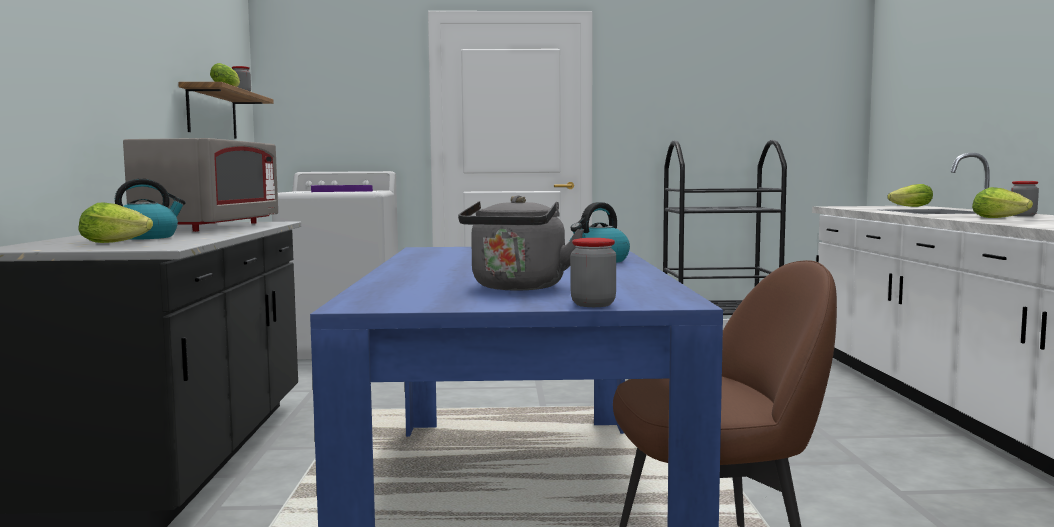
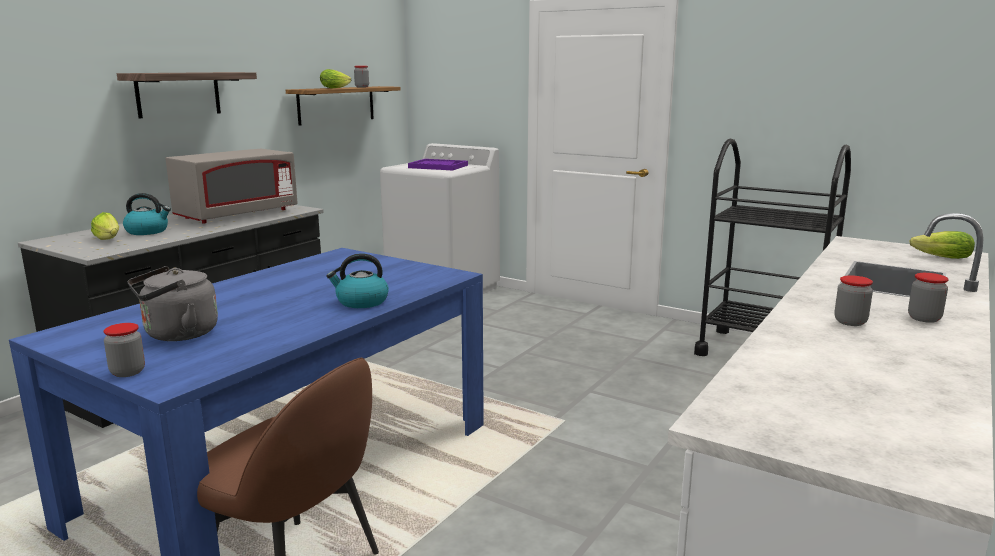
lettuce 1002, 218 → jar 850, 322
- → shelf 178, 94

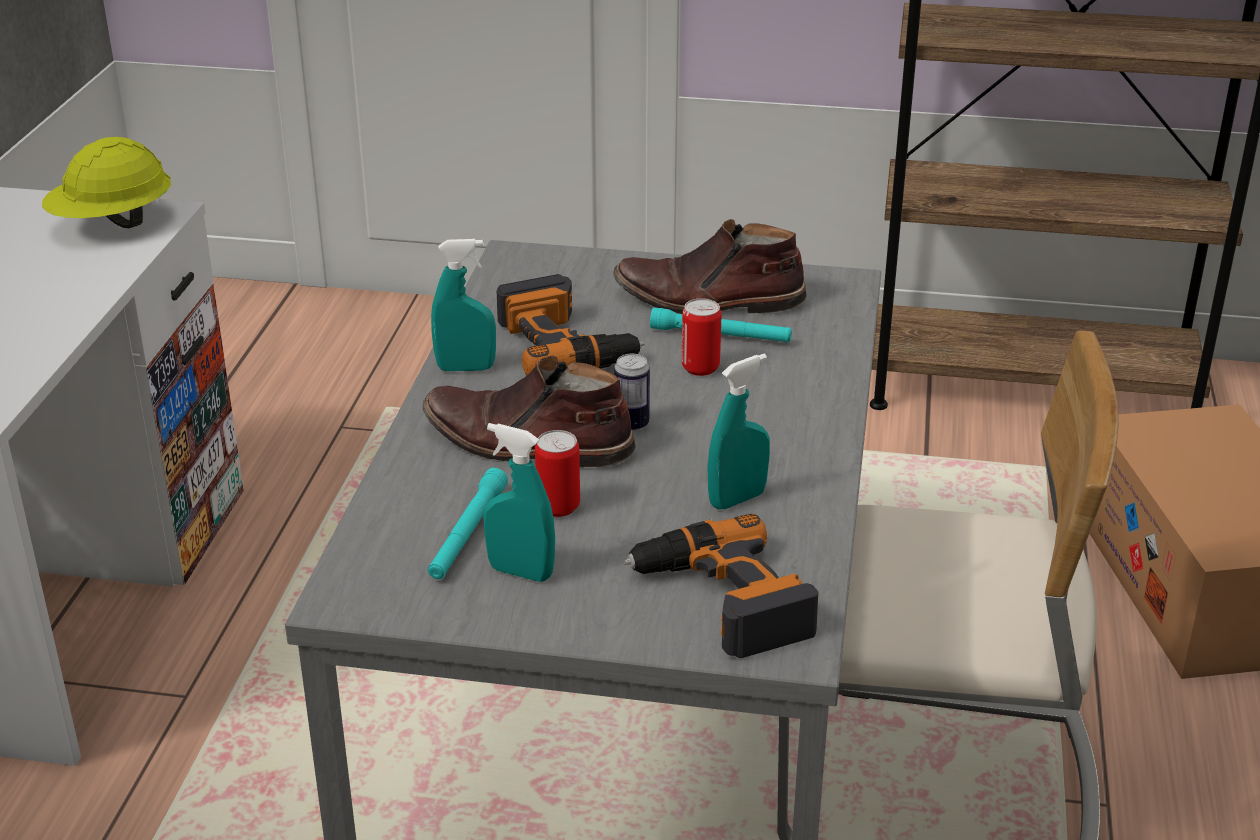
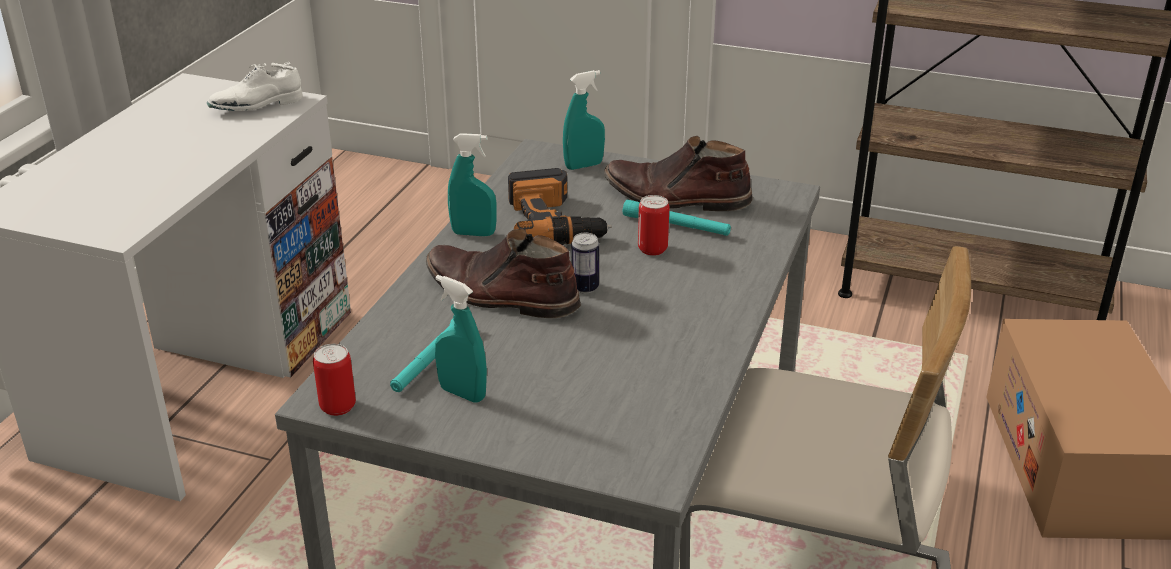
yellow hard hat 113, 224 → white shoe 256, 106
turquoise spray bottle 737, 499 → turquoise spray bottle 583, 166, shifted
can 558, 507 → can 338, 407, shifted
power drill 721, 601 → -

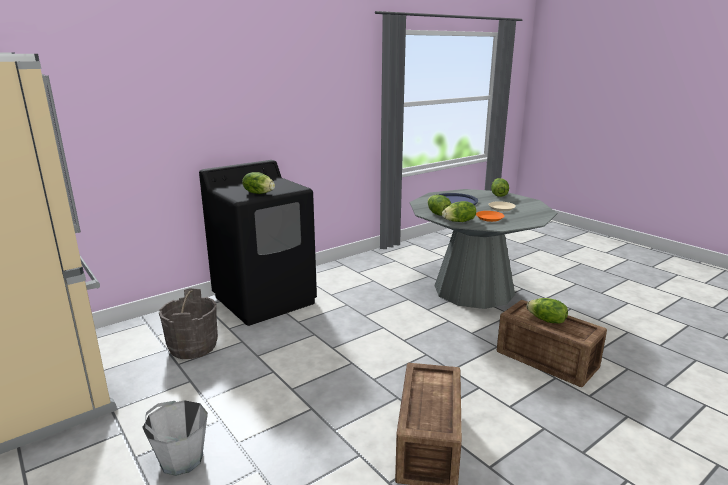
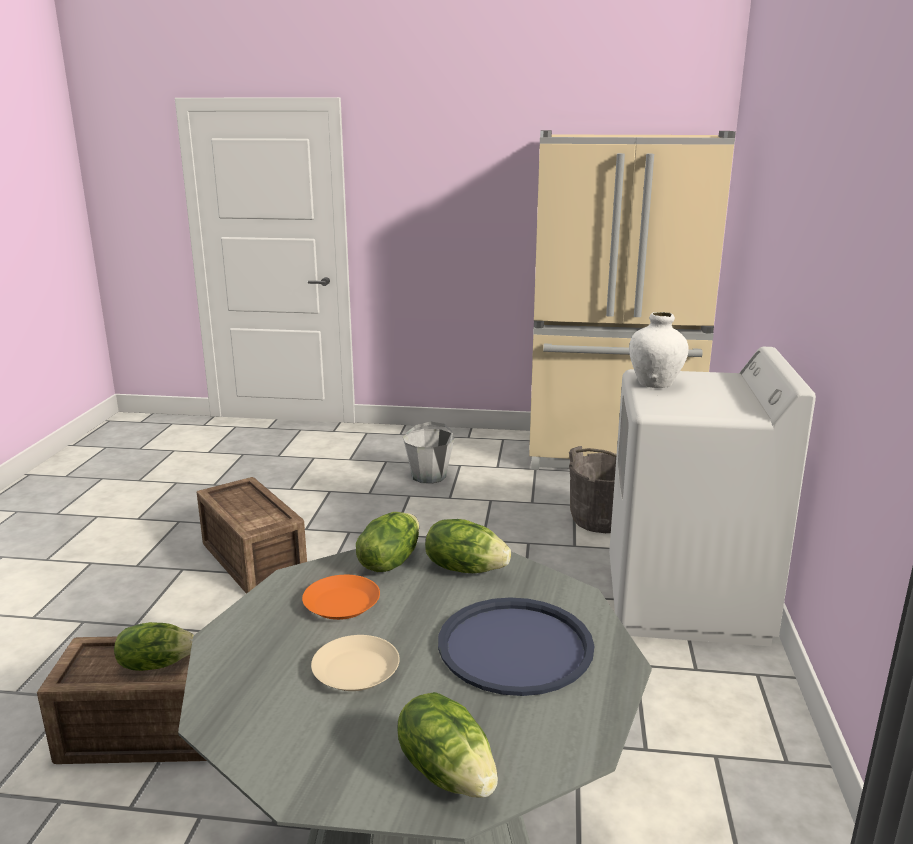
black washing machine 265, 299 → white washing machine 686, 600
lettuce 259, 193 → white vase 655, 384

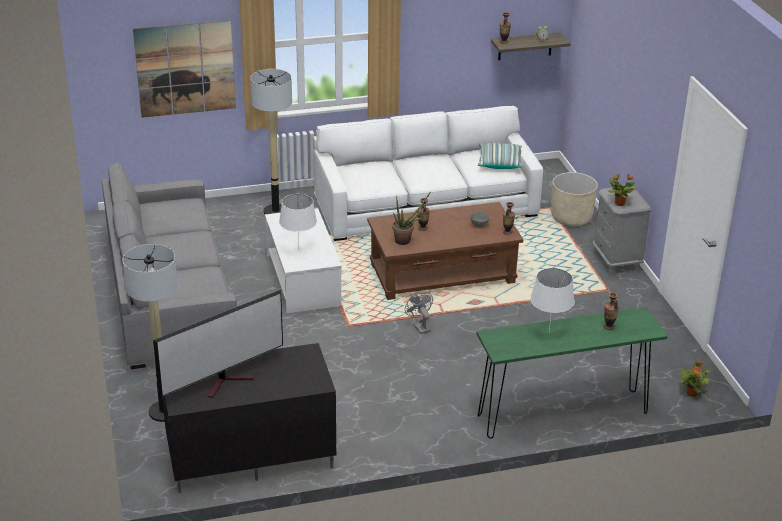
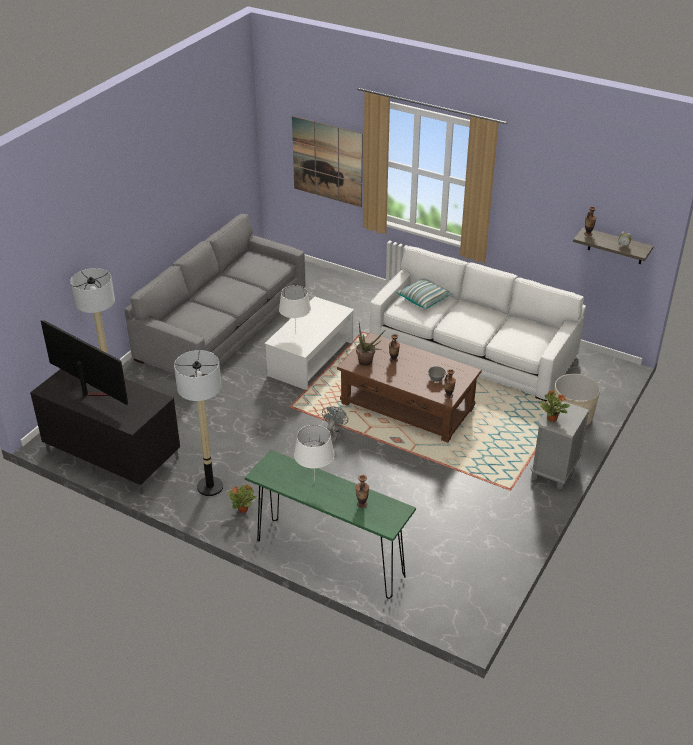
floor lamp 275, 211 → floor lamp 210, 487, shifted
pillow 499, 163 → pillow 424, 299, shifted
television 227, 381 → television 89, 391, 150 degrees counterclockwise
potted plant 692, 393 → potted plant 243, 509, shifted

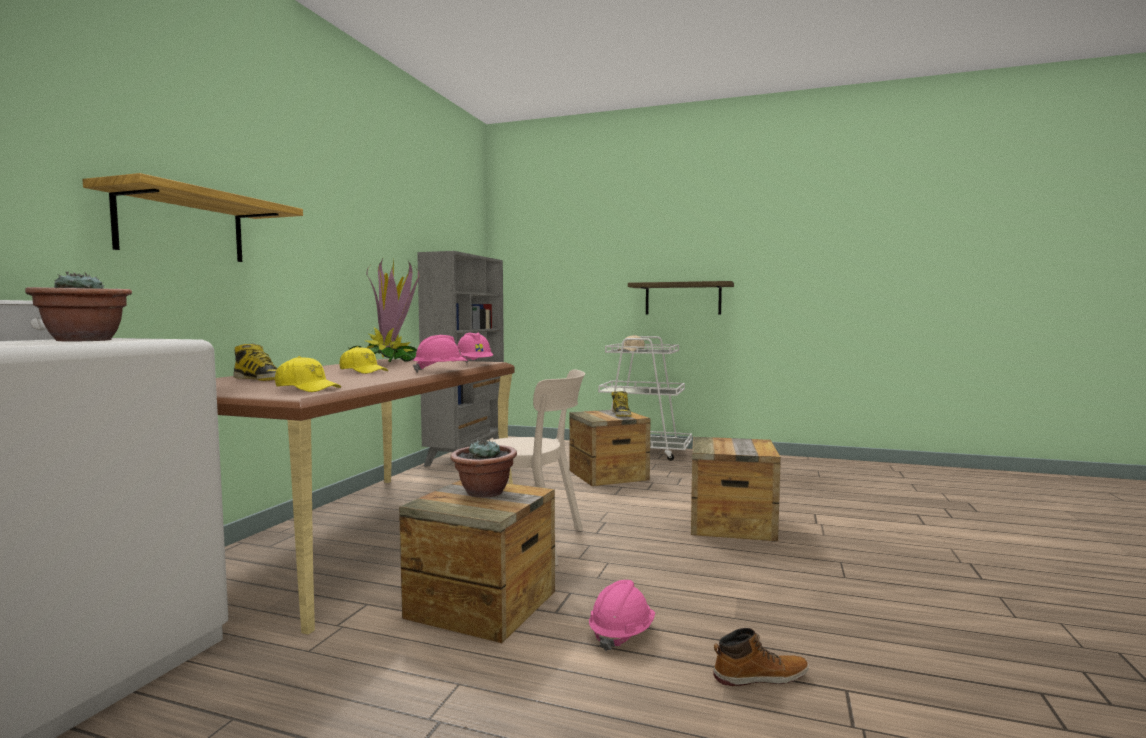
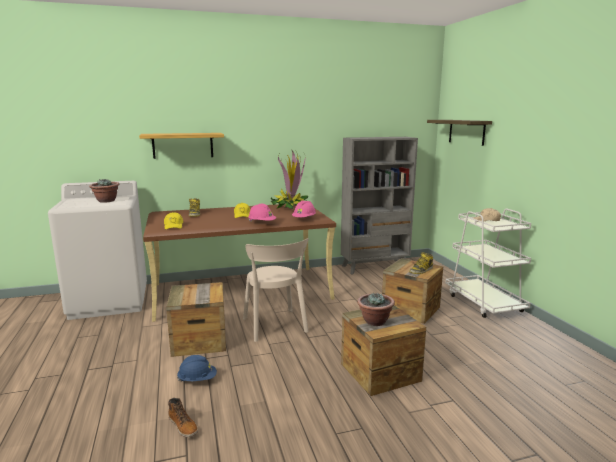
shelf 683, 298 → shelf 466, 132, shifted
potted plant 484, 492 → potted plant 374, 321, shifted
pink hard hat 621, 634 → blue hard hat 197, 379

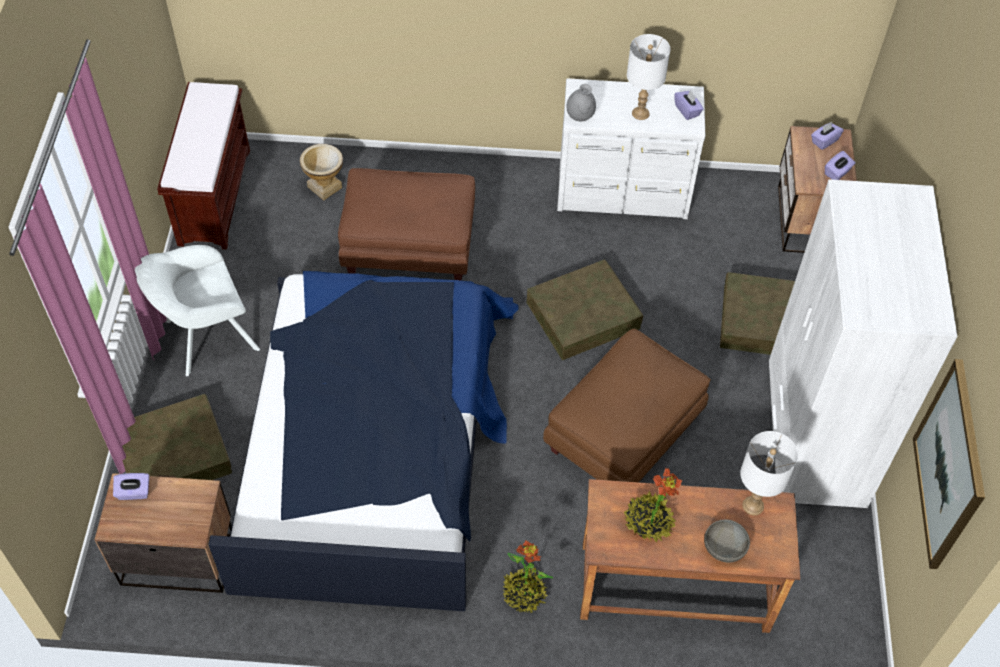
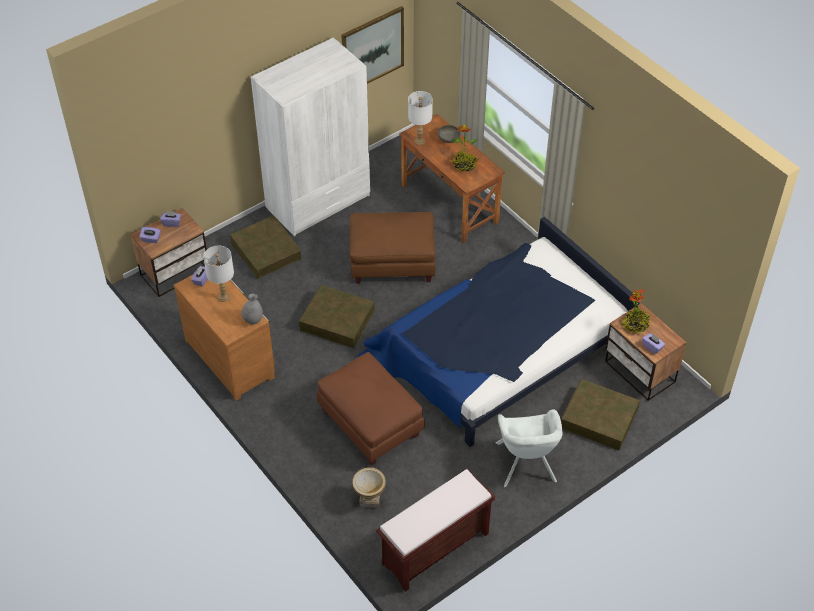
white dresser 623, 194 → brown dresser 231, 357
white armchair 206, 337 → white armchair 526, 465, 60 degrees clockwise
potted plant 524, 594 → potted plant 635, 325, shifted

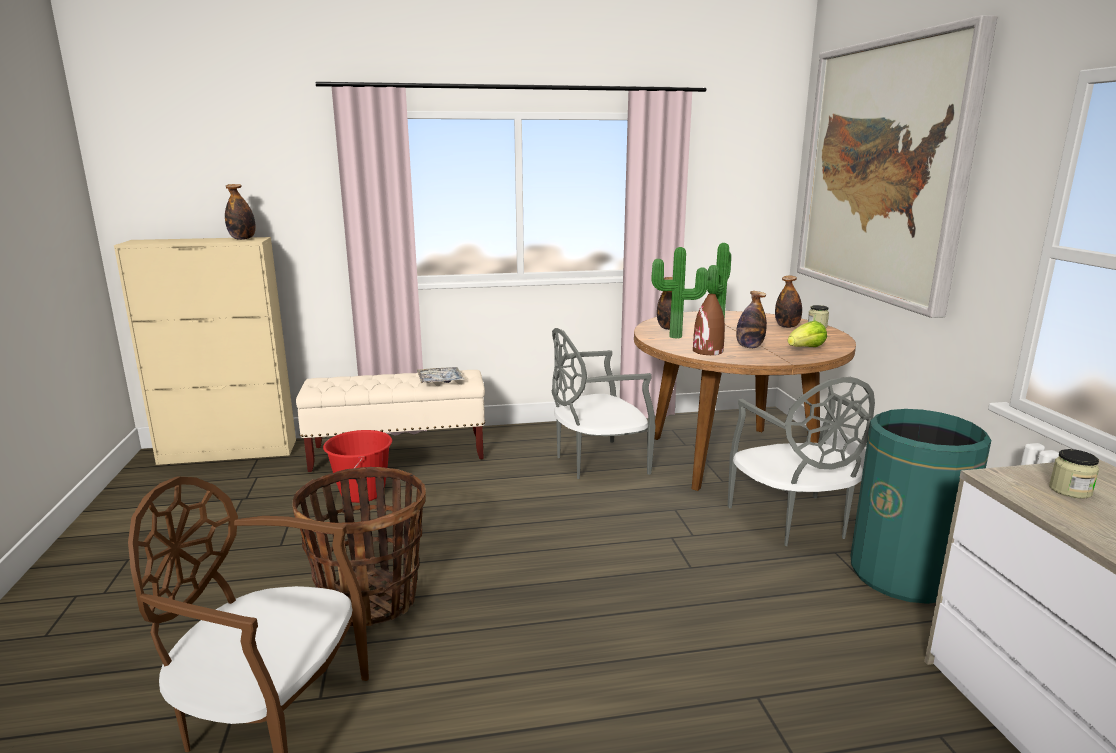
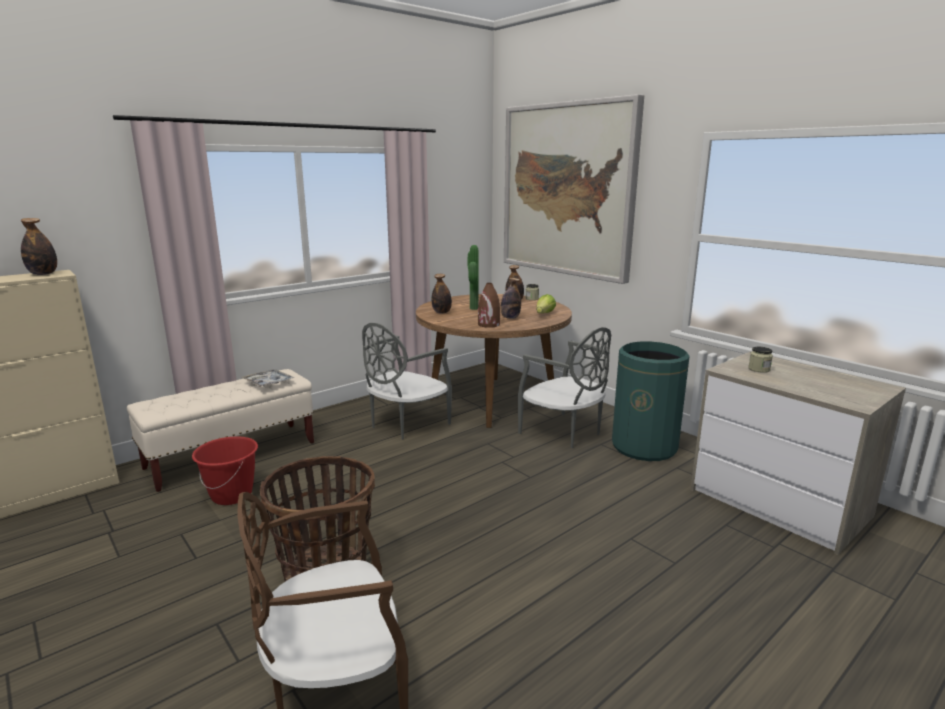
potted plant 676, 337 → -

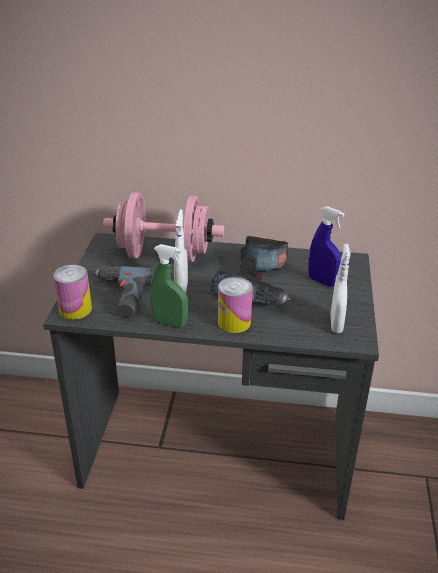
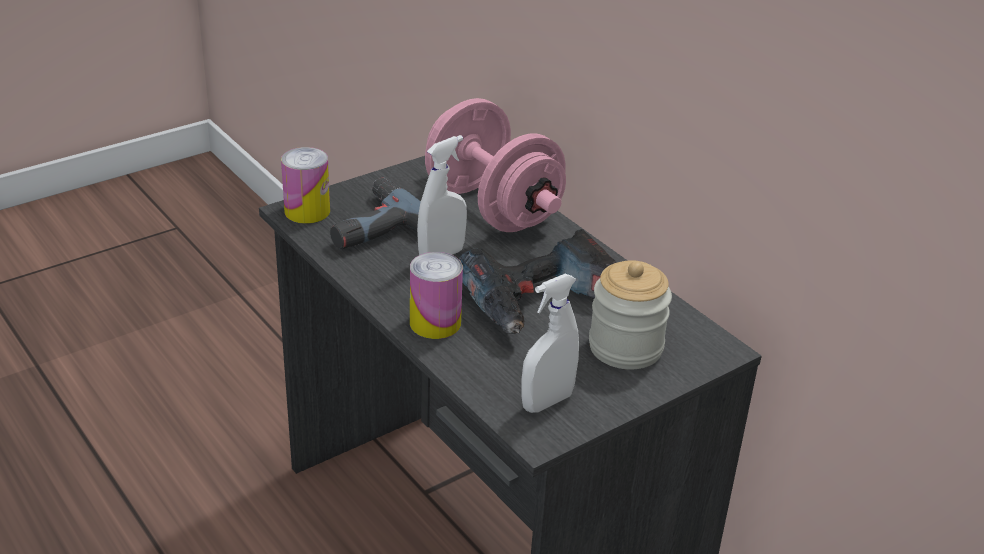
blue spray bottle 322, 281 → jar 625, 347
green spray bottle 169, 323 → -

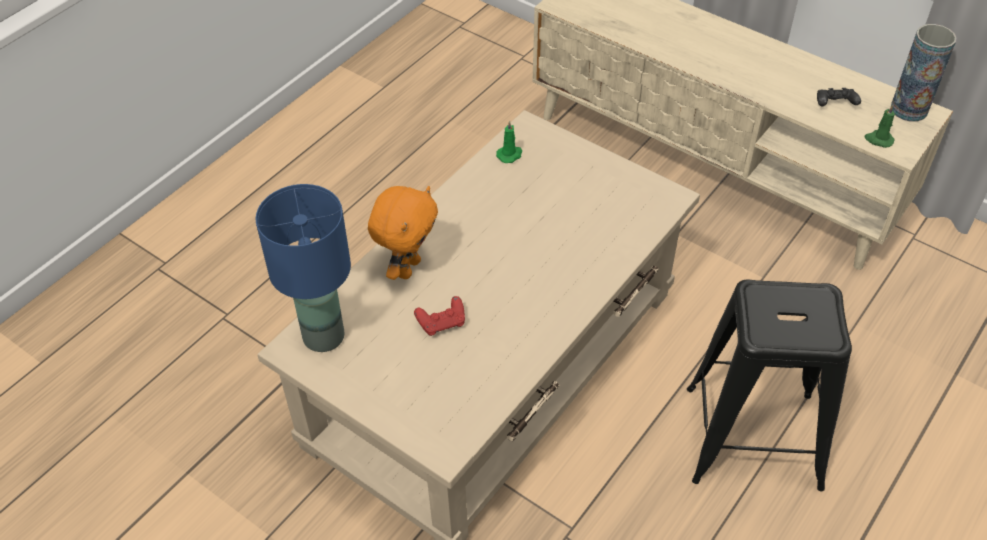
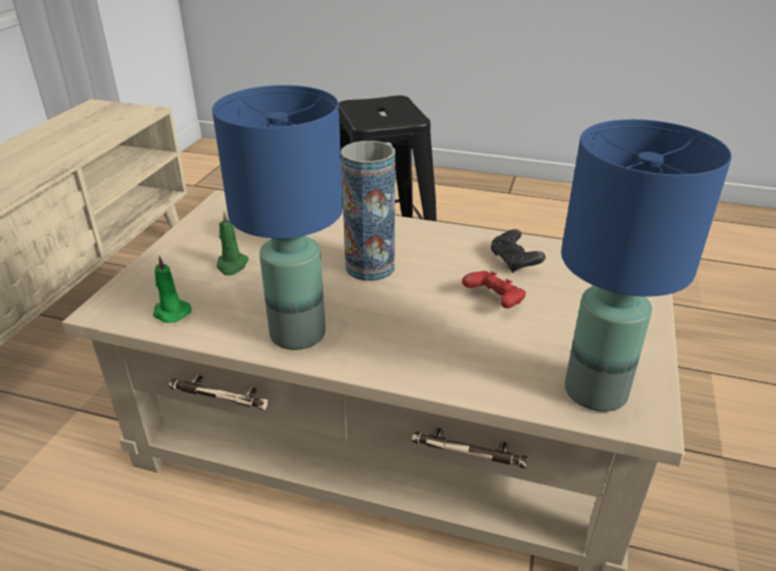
vase 909, 109 → vase 370, 267, shifted
black game controller 834, 105 → black game controller 514, 262, shifted
green candle 878, 140 → green candle 232, 265, shifted
orange plush toy 407, 268 → -
- → blue table lamp 296, 333

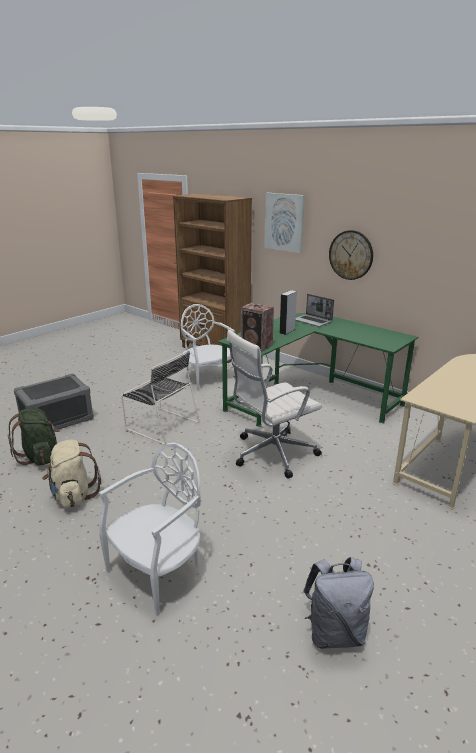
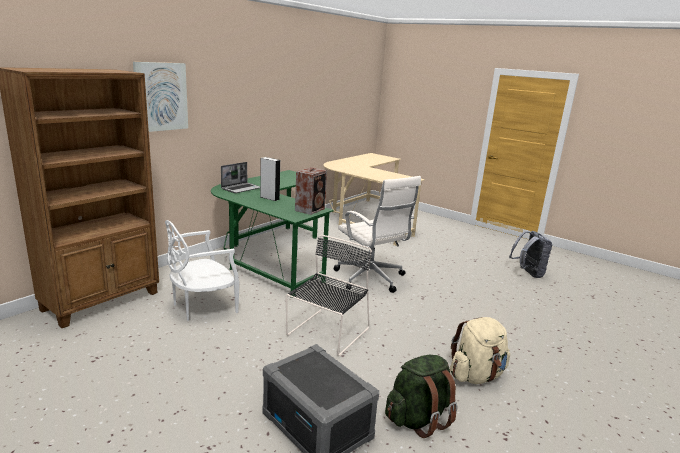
wall clock 351, 255 → -
white chair 158, 572 → -

